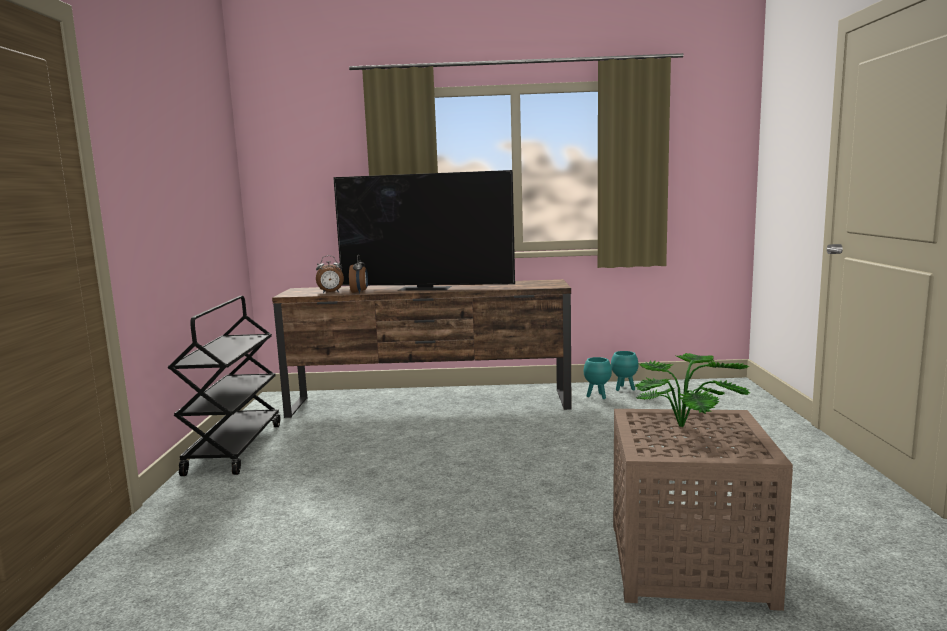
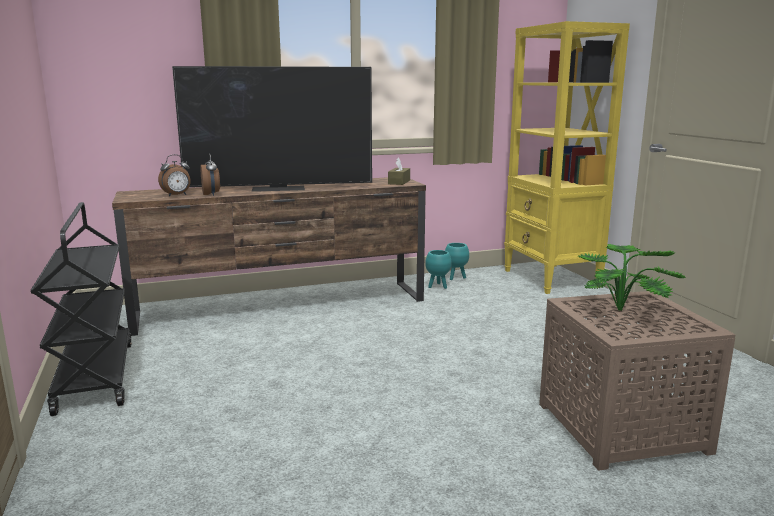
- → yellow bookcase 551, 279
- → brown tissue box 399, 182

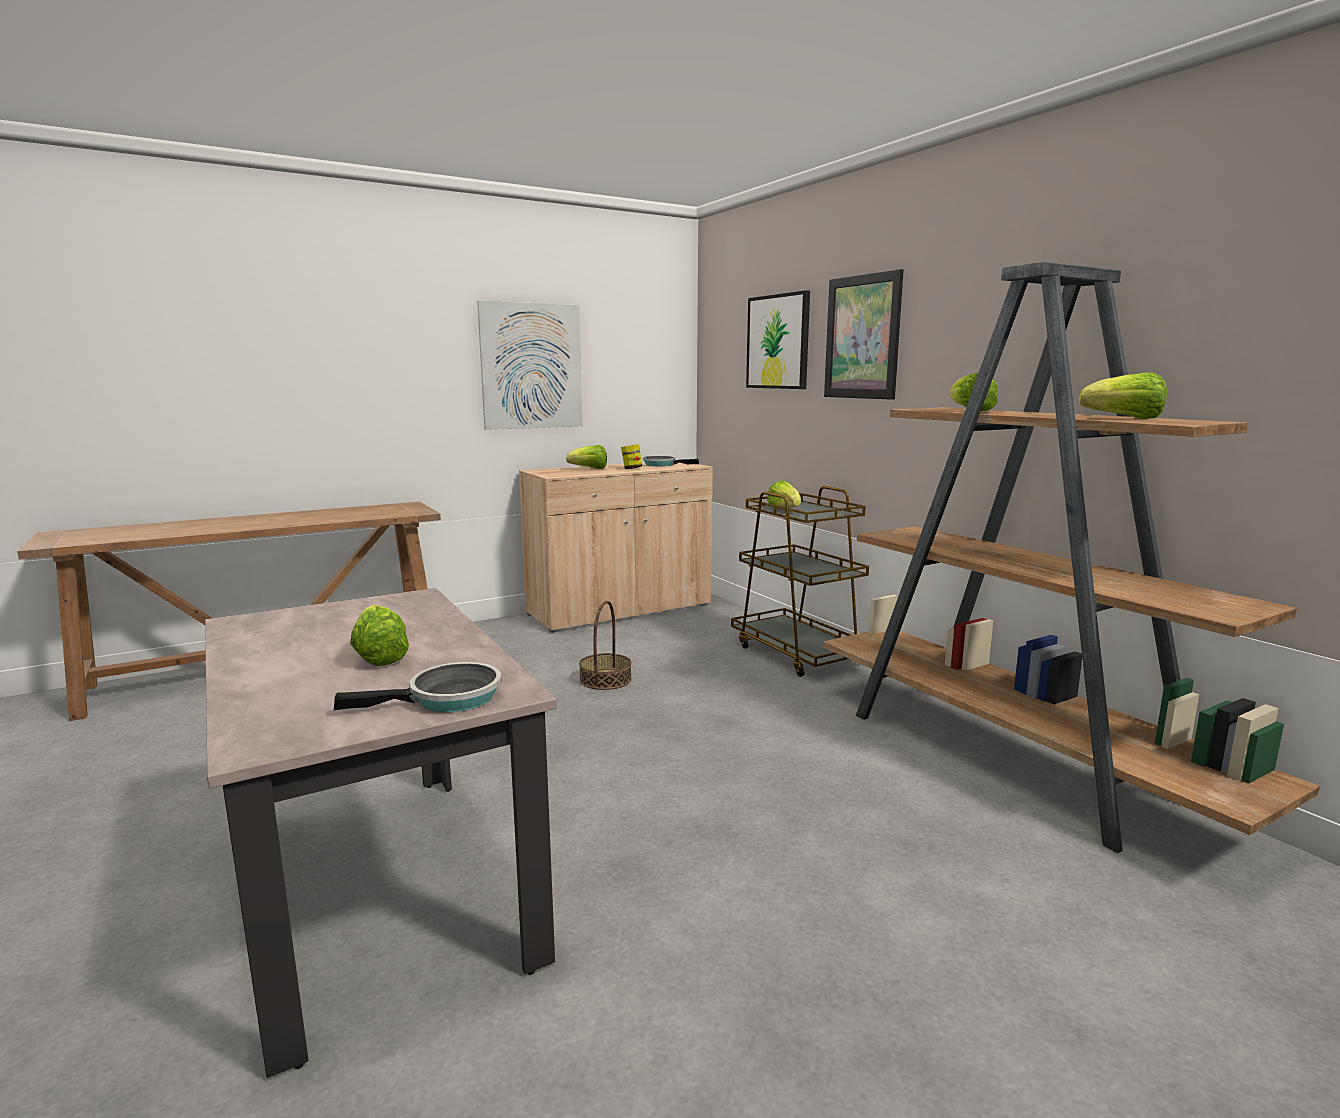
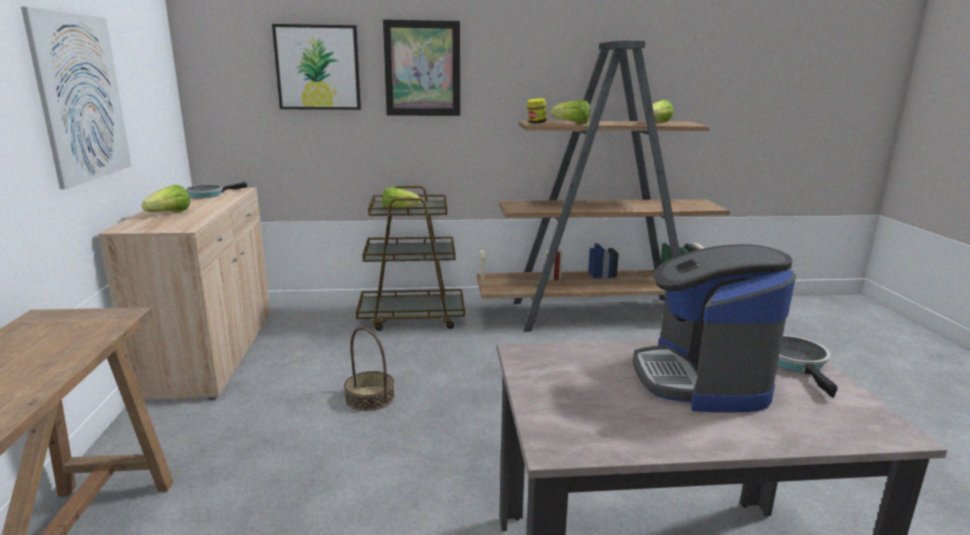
jar 631, 469 → jar 536, 123, shifted
lettuce 380, 656 → coffee machine 701, 379

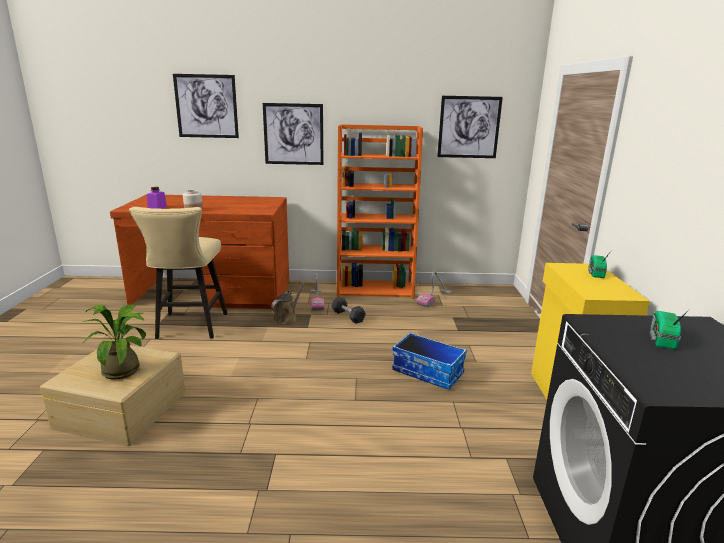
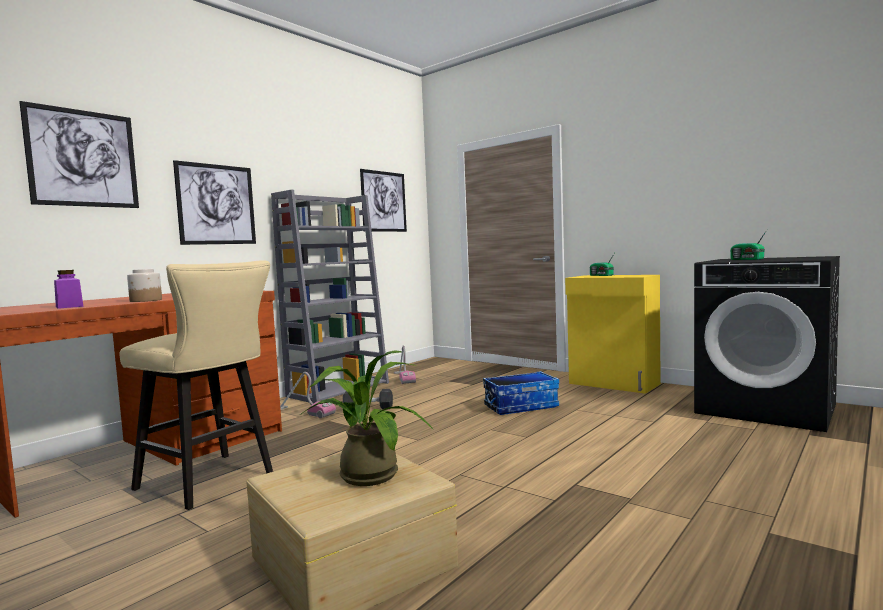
orange bookcase 375, 289 → grey bookcase 339, 389
brown watering can 286, 318 → -

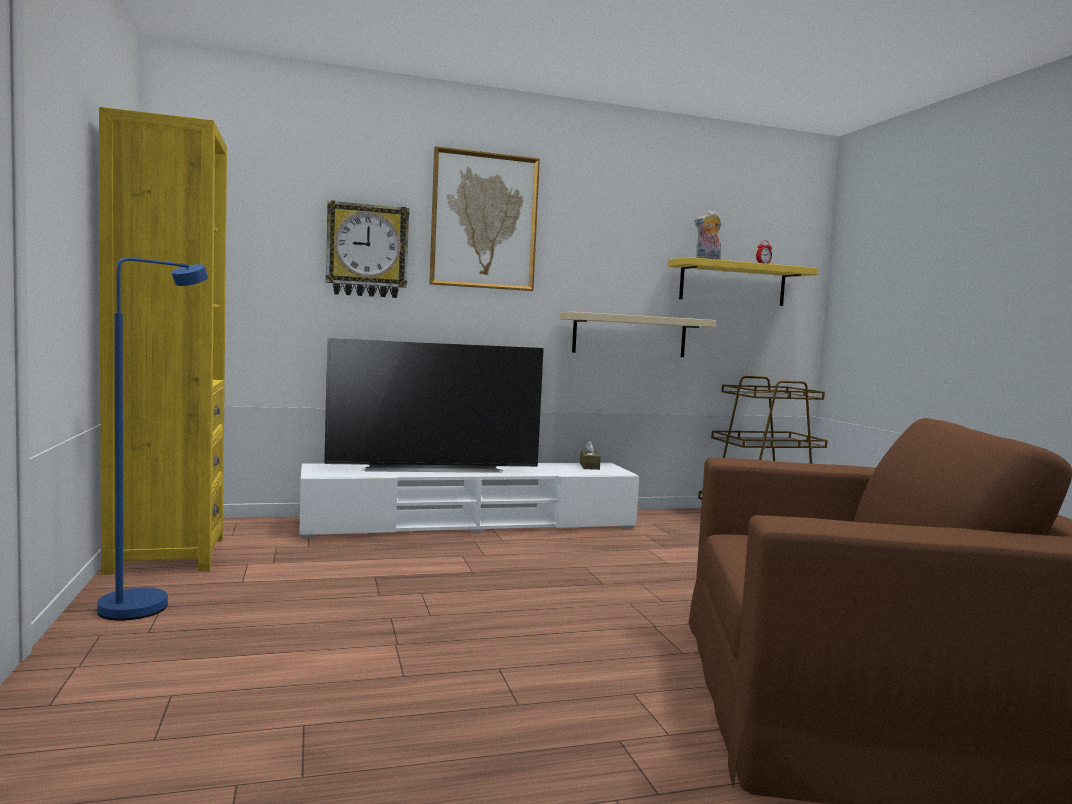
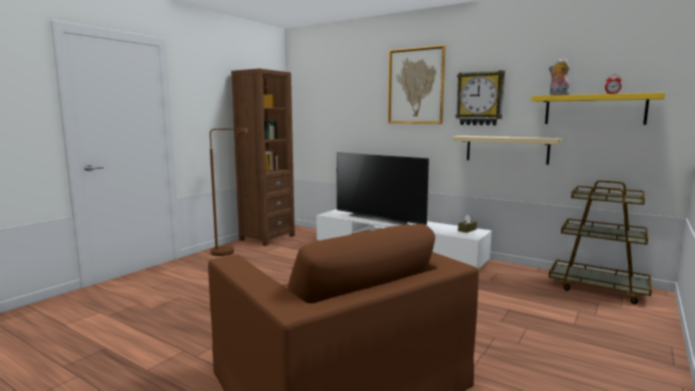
yellow bookcase 166, 555 → brown bookcase 267, 238
wall clock 367, 251 → wall clock 480, 98, shifted
blue floor lamp 148, 603 → brown floor lamp 229, 251

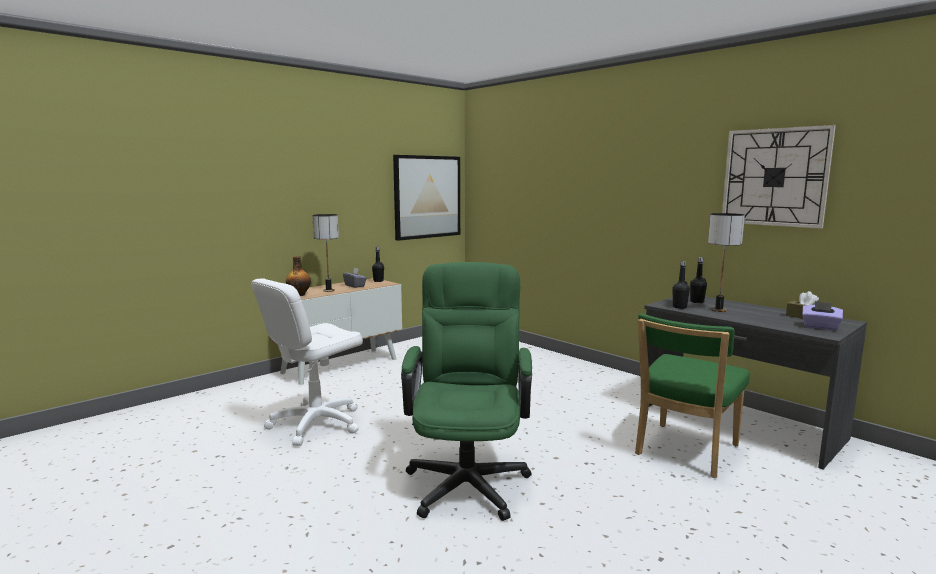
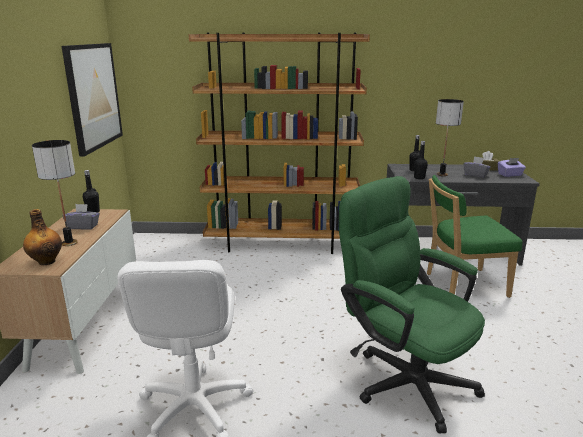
wall clock 774, 177 → -
green chair 684, 452 → green chair 462, 285, 90 degrees clockwise
- → brown bookcase 282, 244
- → grey tissue box 475, 175

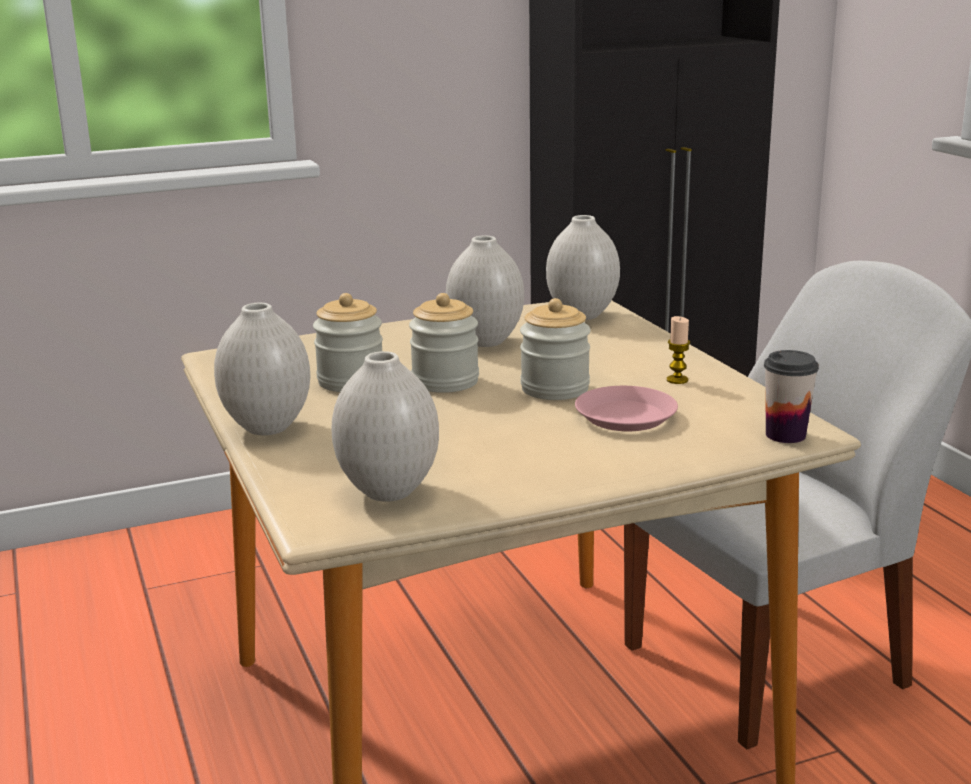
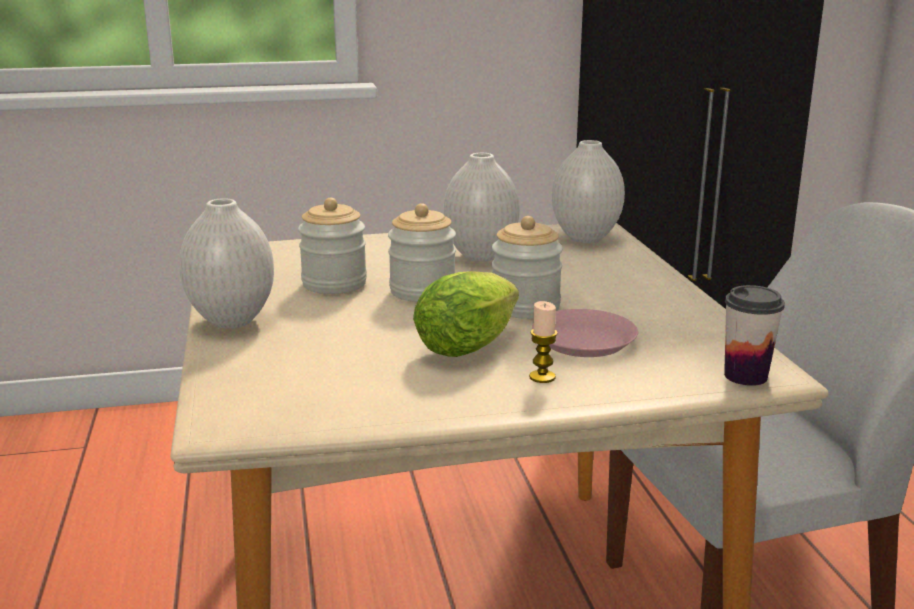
candle 677, 380 → candle 542, 377, shifted
white vase 388, 491 → -
- → lettuce 471, 345

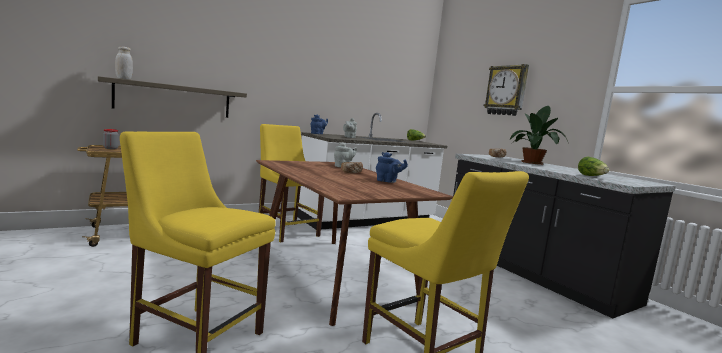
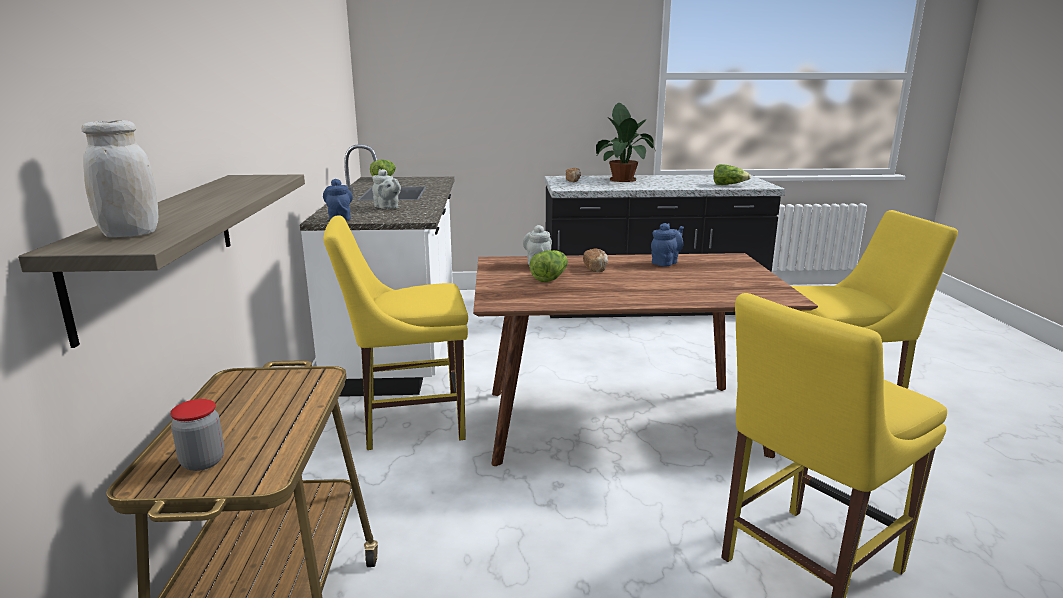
wall clock 506, 90 → -
- → lettuce 550, 278

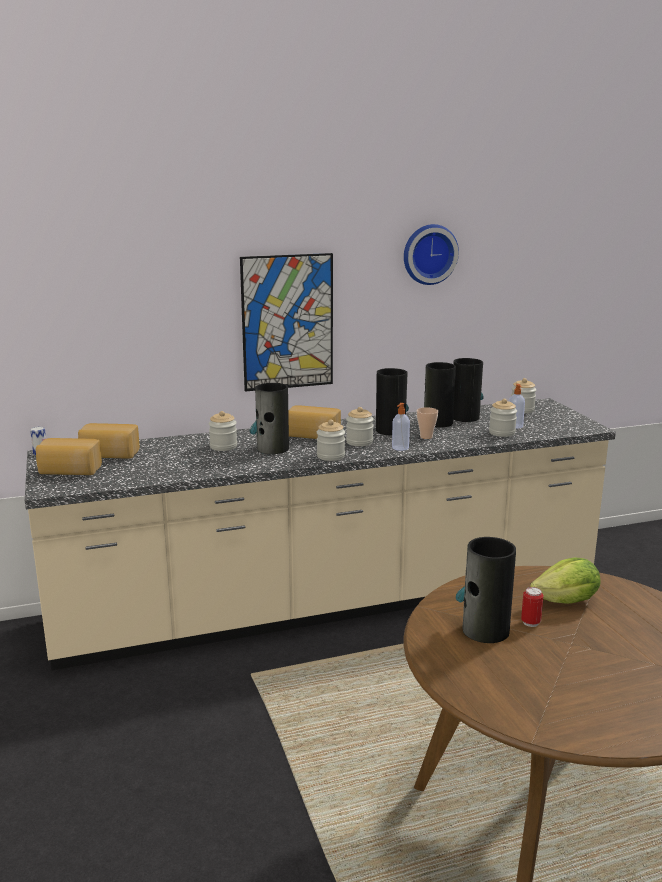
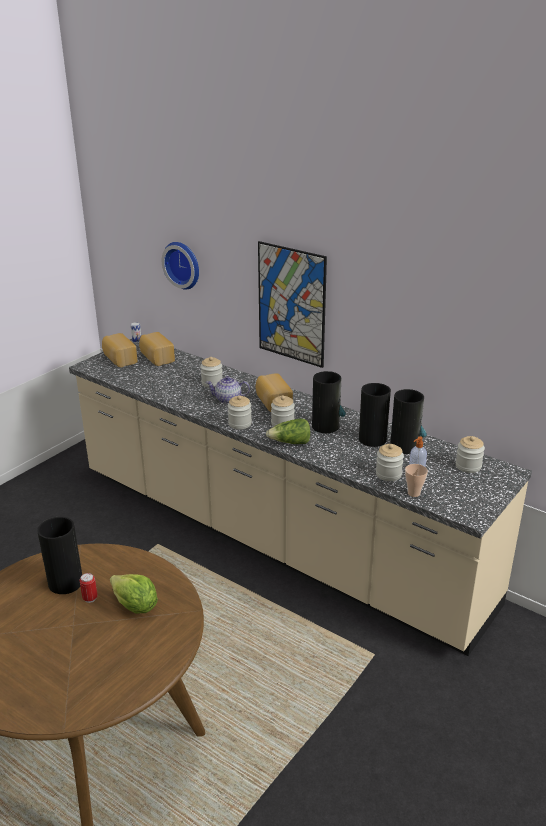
wall clock 429, 254 → wall clock 183, 264, shifted
vase 272, 449 → teapot 228, 399
soap dispenser 400, 448 → lettuce 290, 443
cup 426, 437 → cup 414, 493, shifted

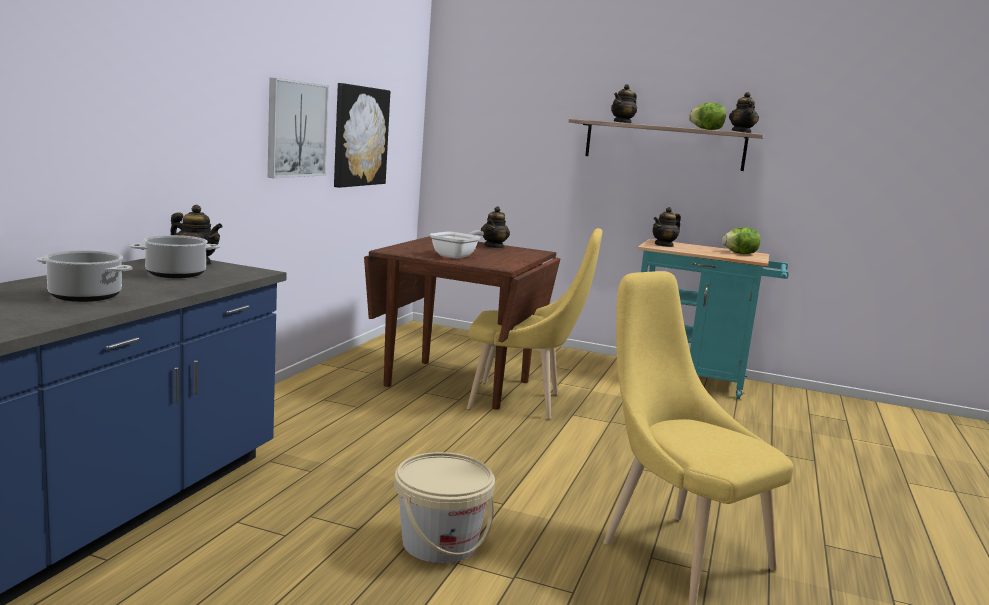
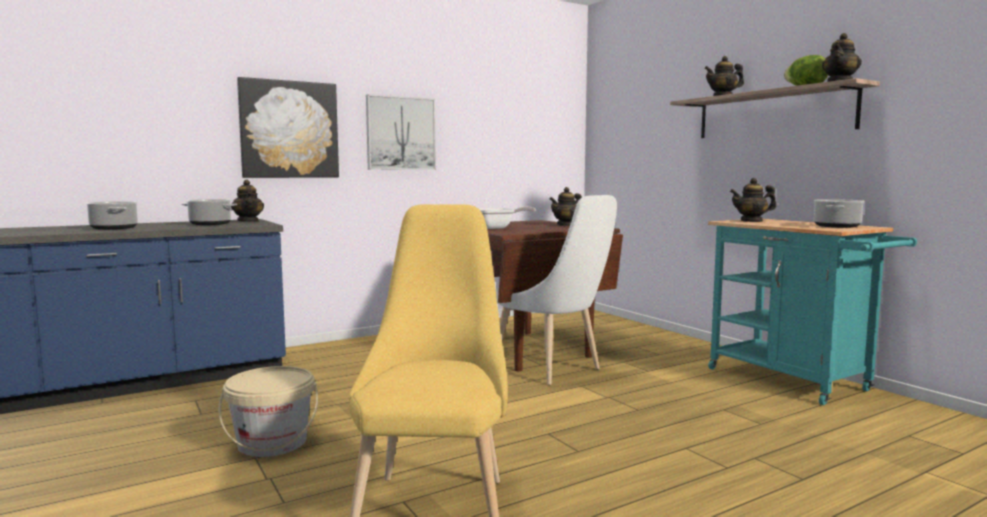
picture 360, 136 → picture 289, 129, shifted
lettuce 740, 253 → cooking pot 837, 226
yellow chair 522, 402 → white chair 551, 370

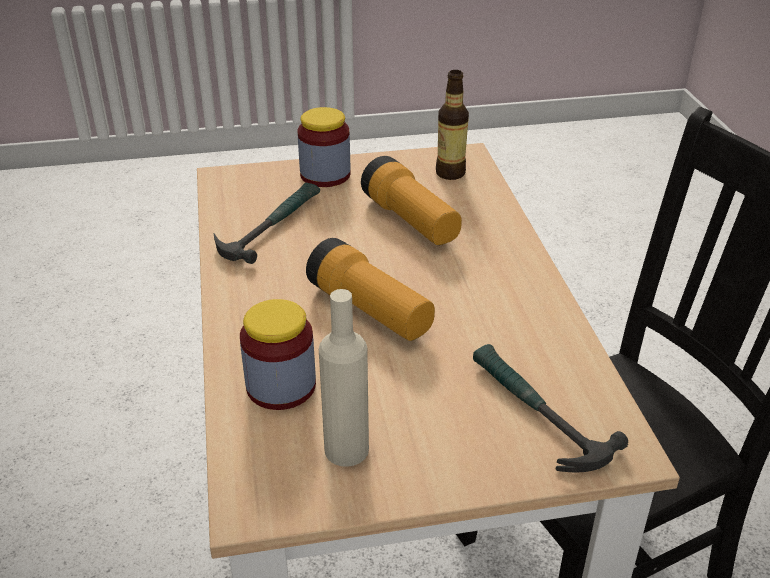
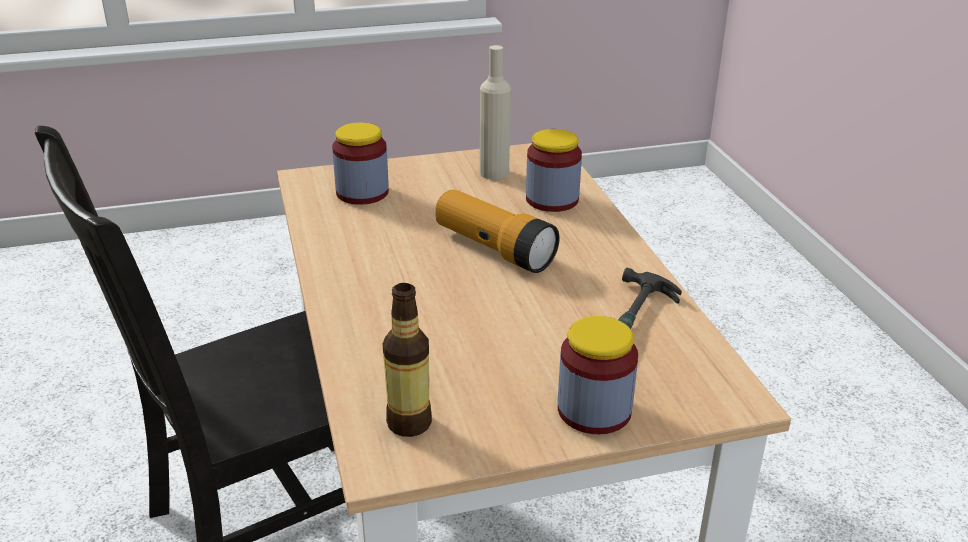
flashlight 411, 221 → -
hammer 534, 413 → jar 362, 193

